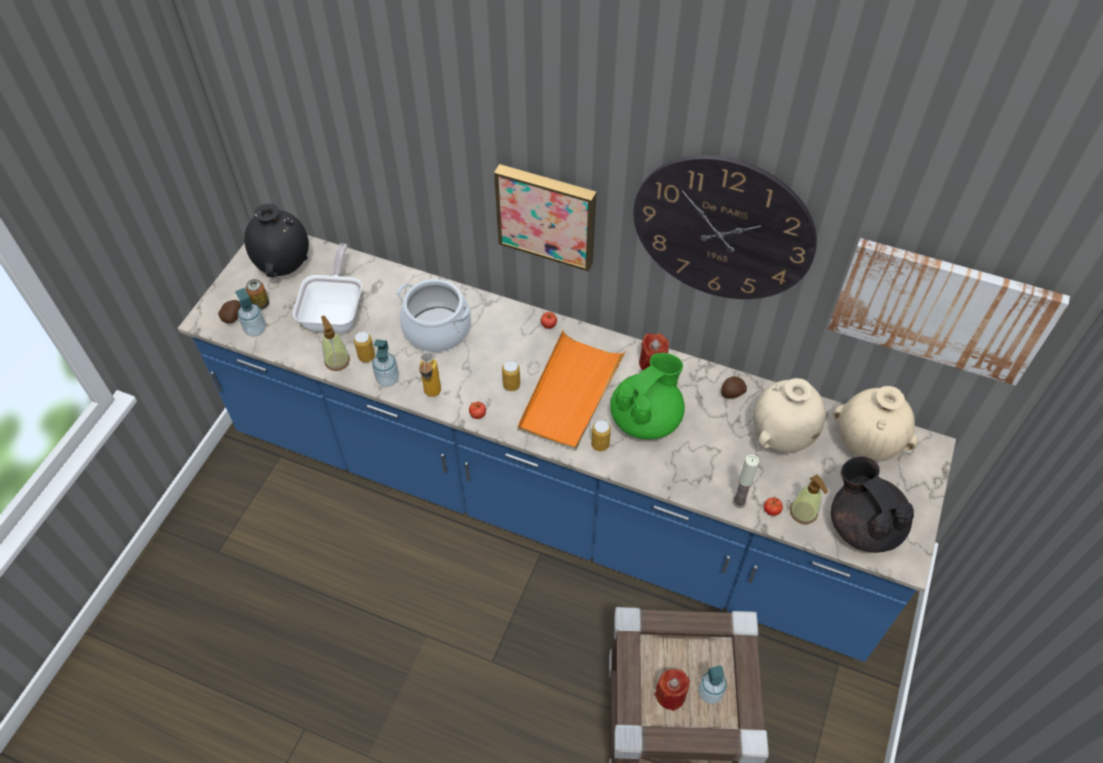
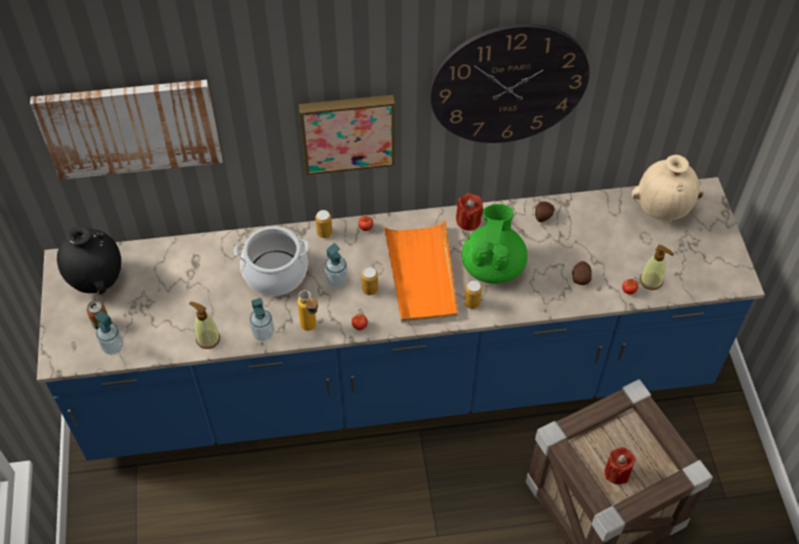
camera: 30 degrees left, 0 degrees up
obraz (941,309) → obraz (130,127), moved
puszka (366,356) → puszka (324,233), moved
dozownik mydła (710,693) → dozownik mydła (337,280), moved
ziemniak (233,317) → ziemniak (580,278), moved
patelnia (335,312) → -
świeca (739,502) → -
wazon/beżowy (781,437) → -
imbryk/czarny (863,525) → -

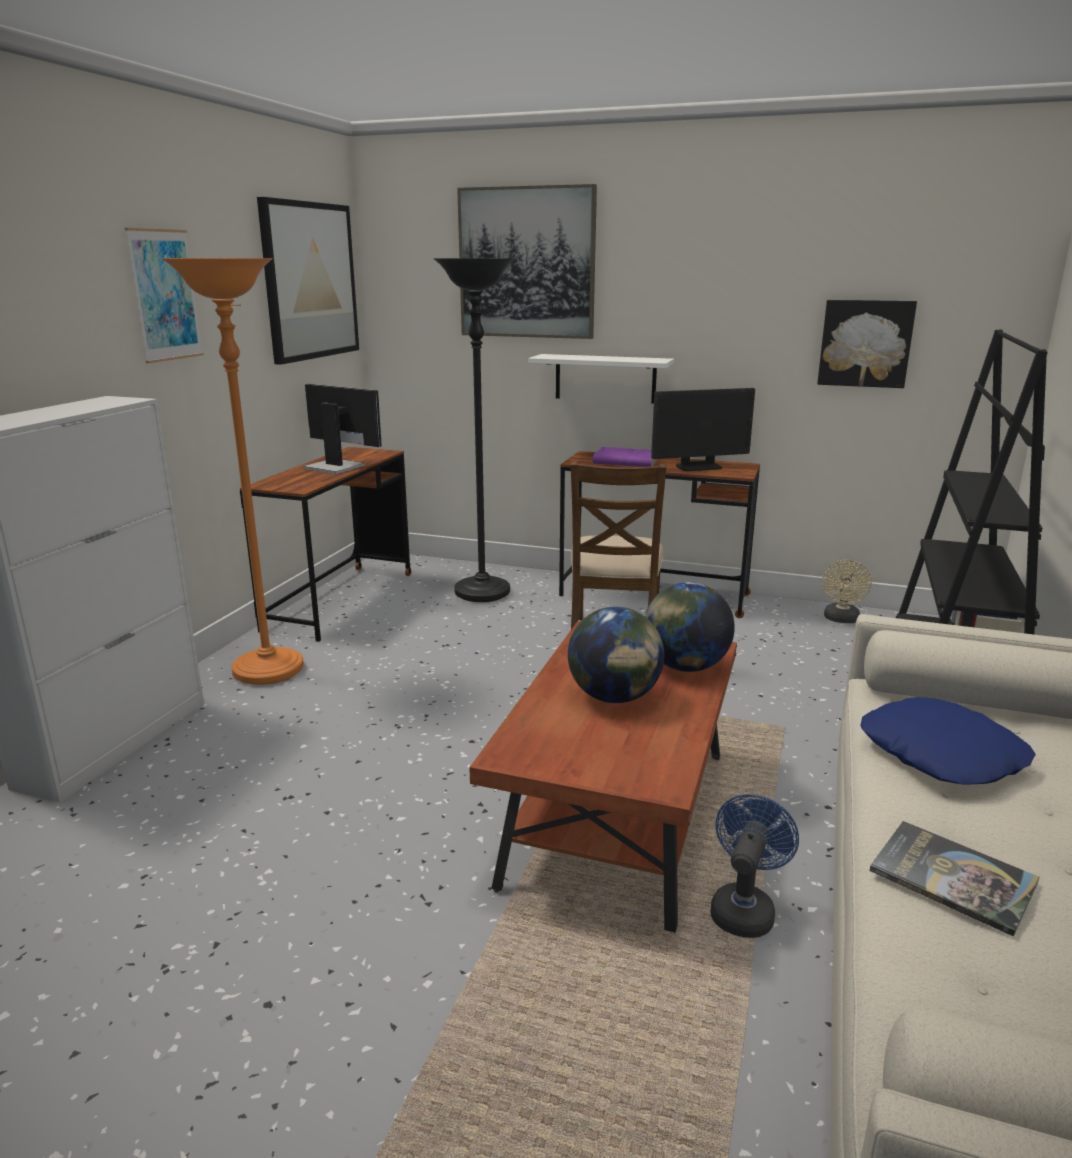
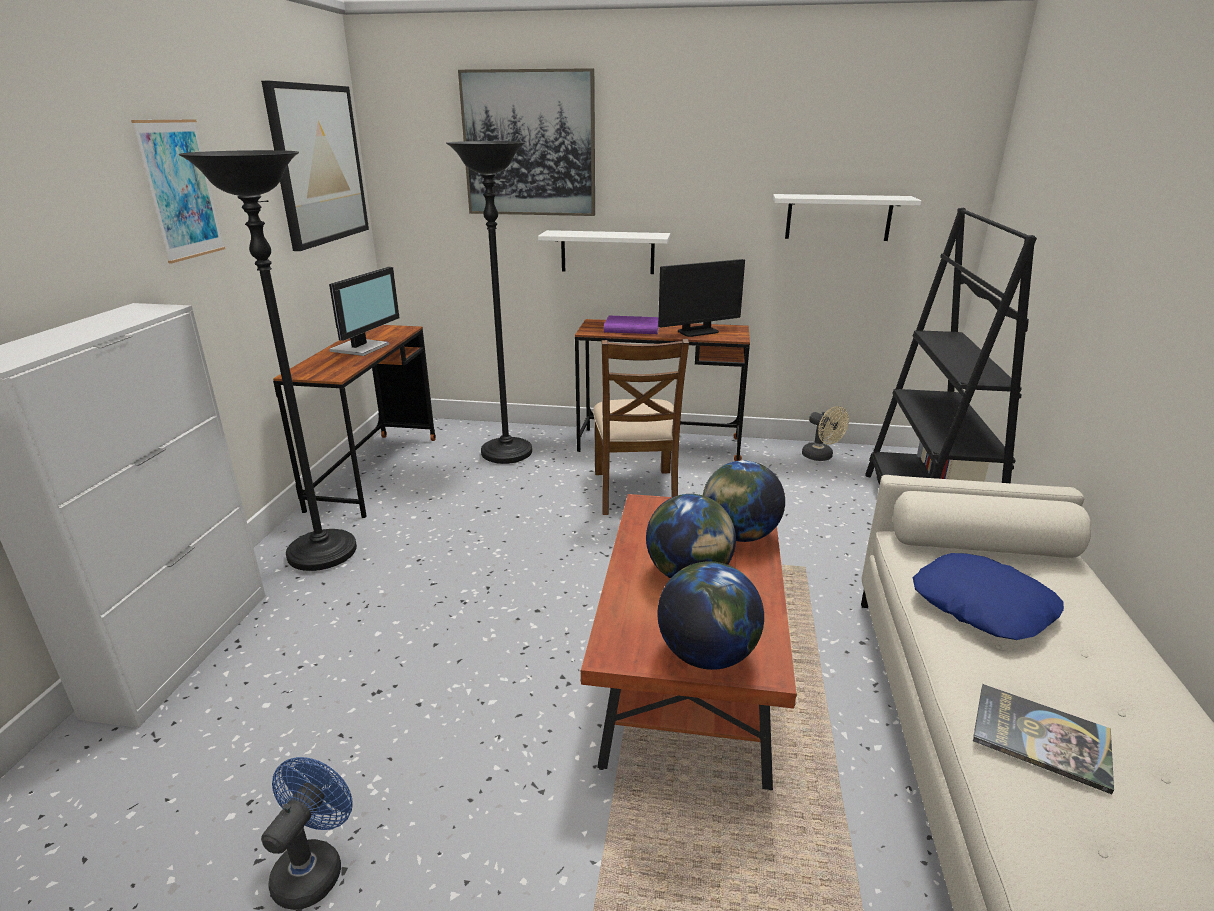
camera: 10 degrees left, 5 degrees up
lampa stojąca/pomarańczowy (268,670) → lampa stojąca/czarny (322,553)
wentylator/niebieski (744,908) → wentylator/niebieski (314,867), moved
monitor (335,466) → monitor (362,348), 90 degrees clockwise
- → globus (707,655)
obraz (865,343) → półka/biały (838,217)
wentylator/beżowy (841,620) → wentylator/beżowy (821,457), 45 degrees counterclockwise

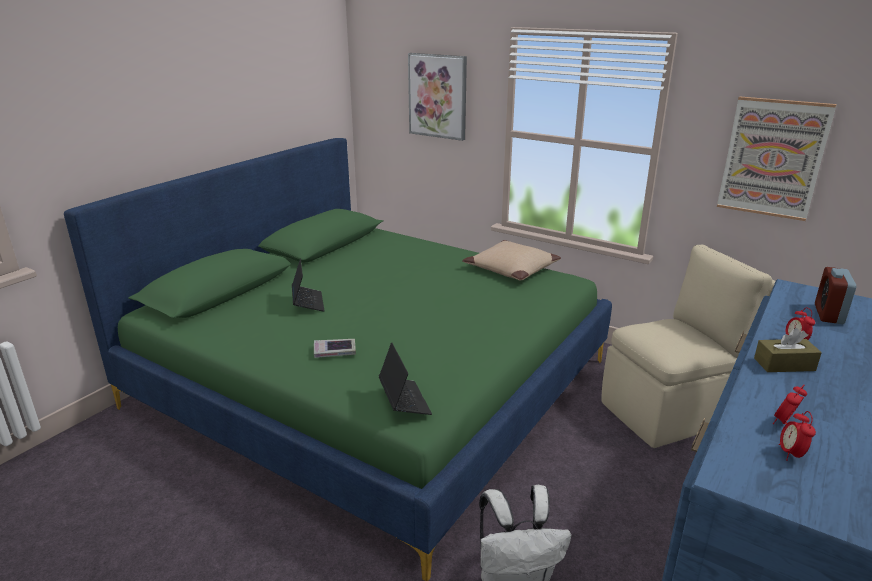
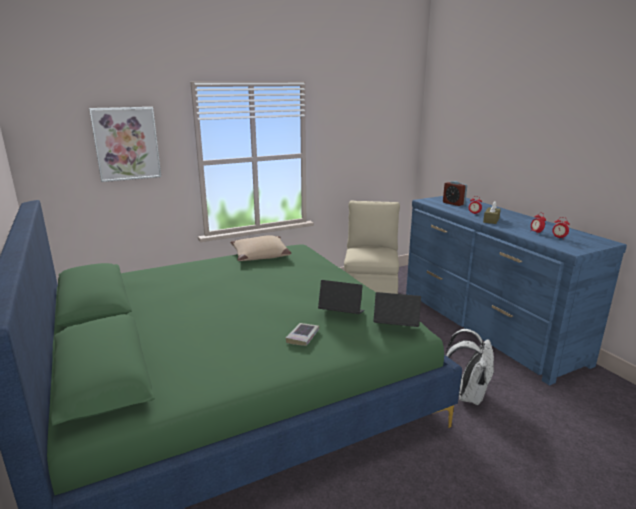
camera: 60 degrees left, 5 degrees down
laptop (308,302) → laptop (341,313), moved
obraz (772,158) → -

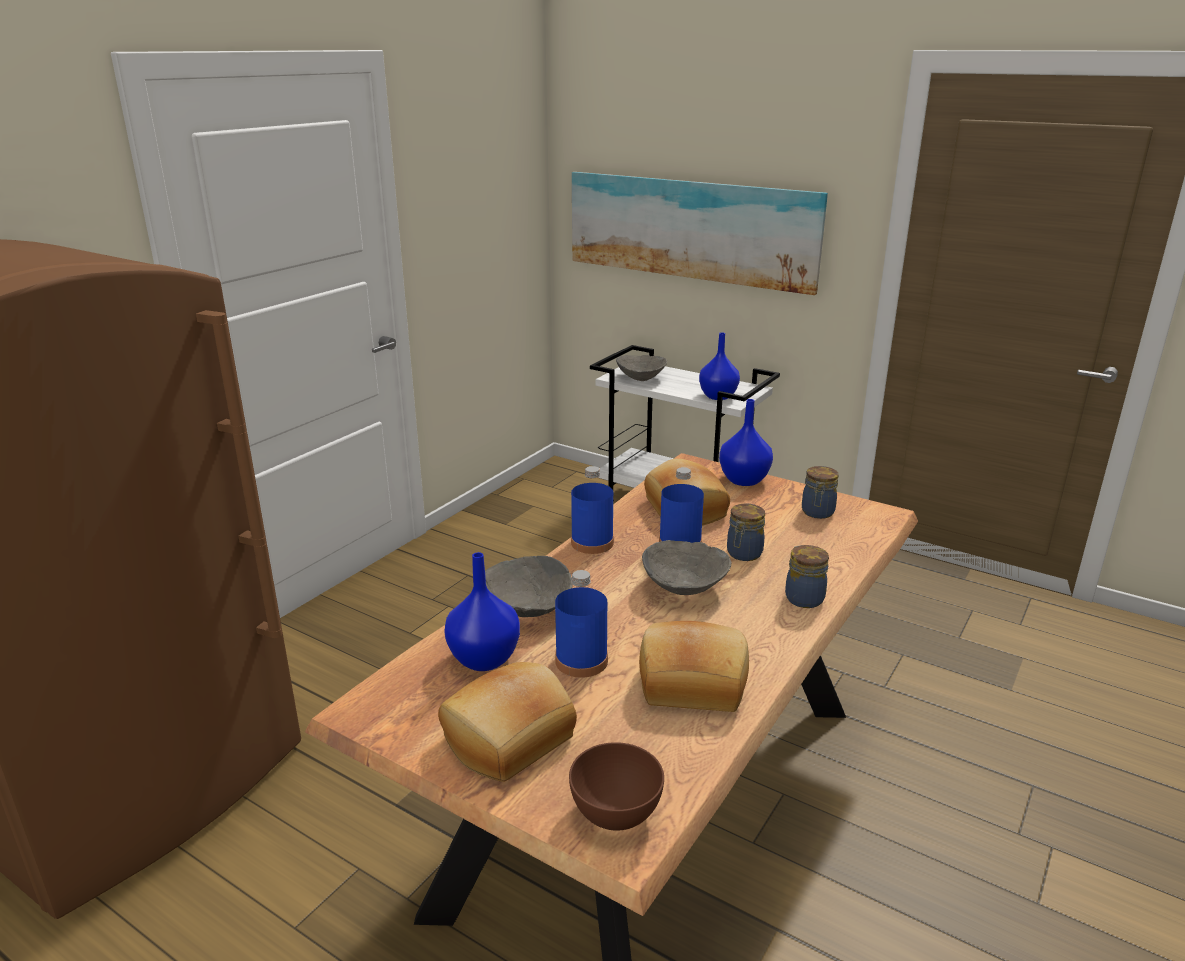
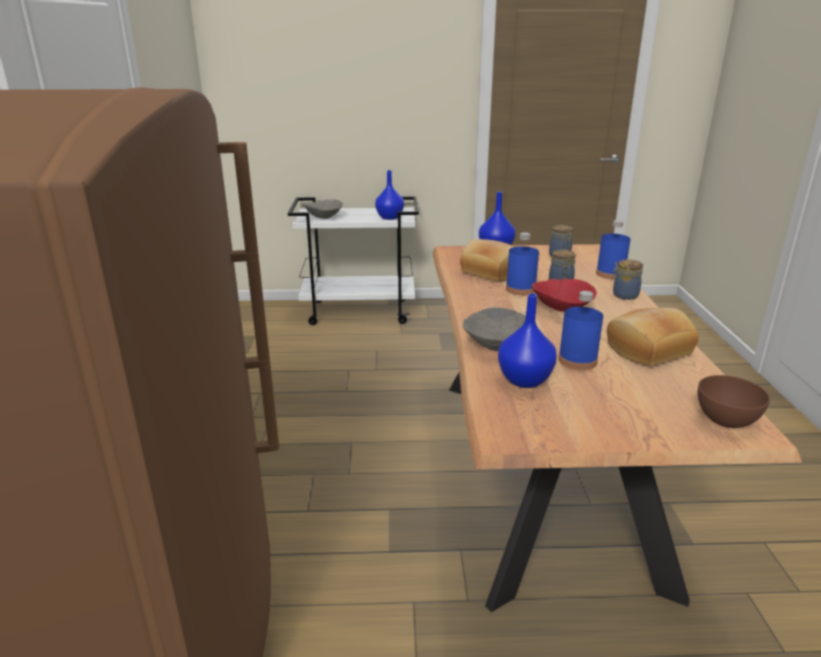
camera: 35 degrees left, 0 degrees up
miska/szary (683,587) → miska/czerwony (560,308)
butelka/niebieski (592,543) → butelka/niebieski (610,274), moved
chleb (510,740) → -
obraz (690,229) → -

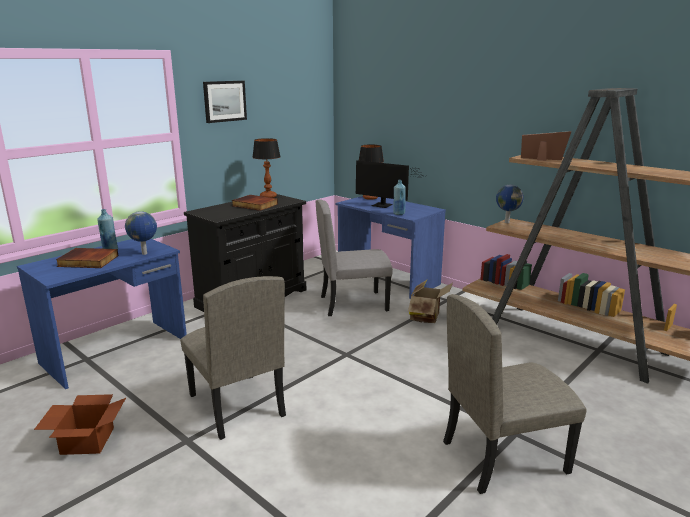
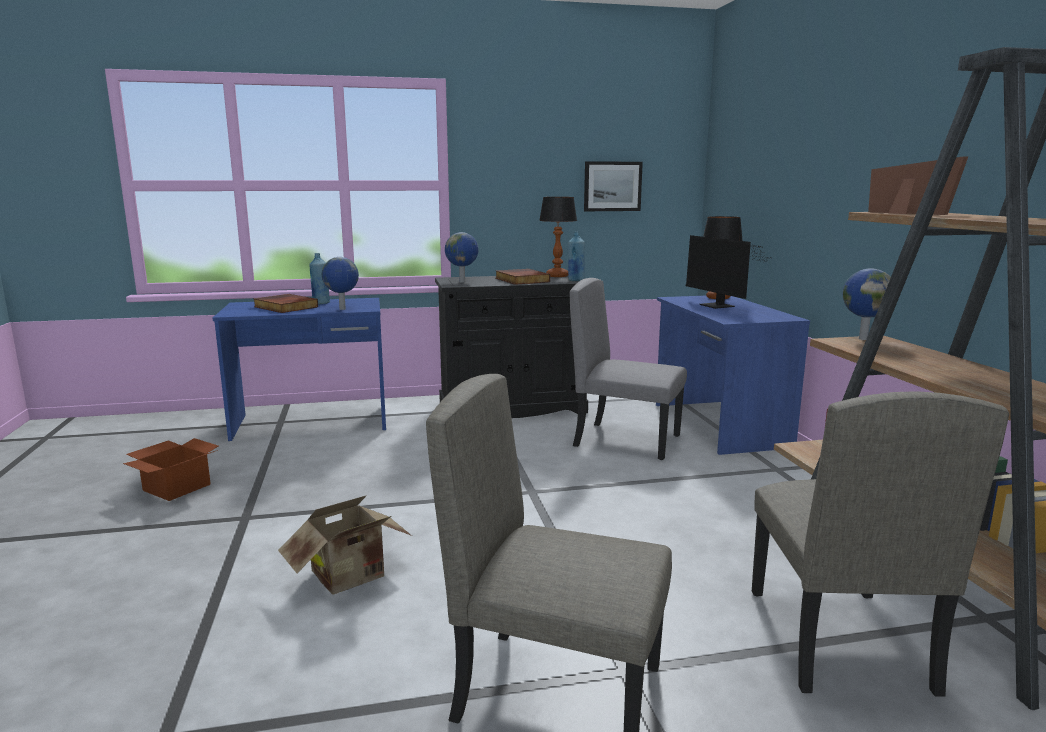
camera: 35 degrees right, 5 degrees down
karton (427,317) → karton (352,577), moved
- → globus (463,282)
butelka/niebieski (398,213) → butelka/niebieski (576,280), moved
obraz (224,101) → obraz (612,186), moved
krzesło/beżowy (236,405) → krzesło/beżowy (836,638), moved

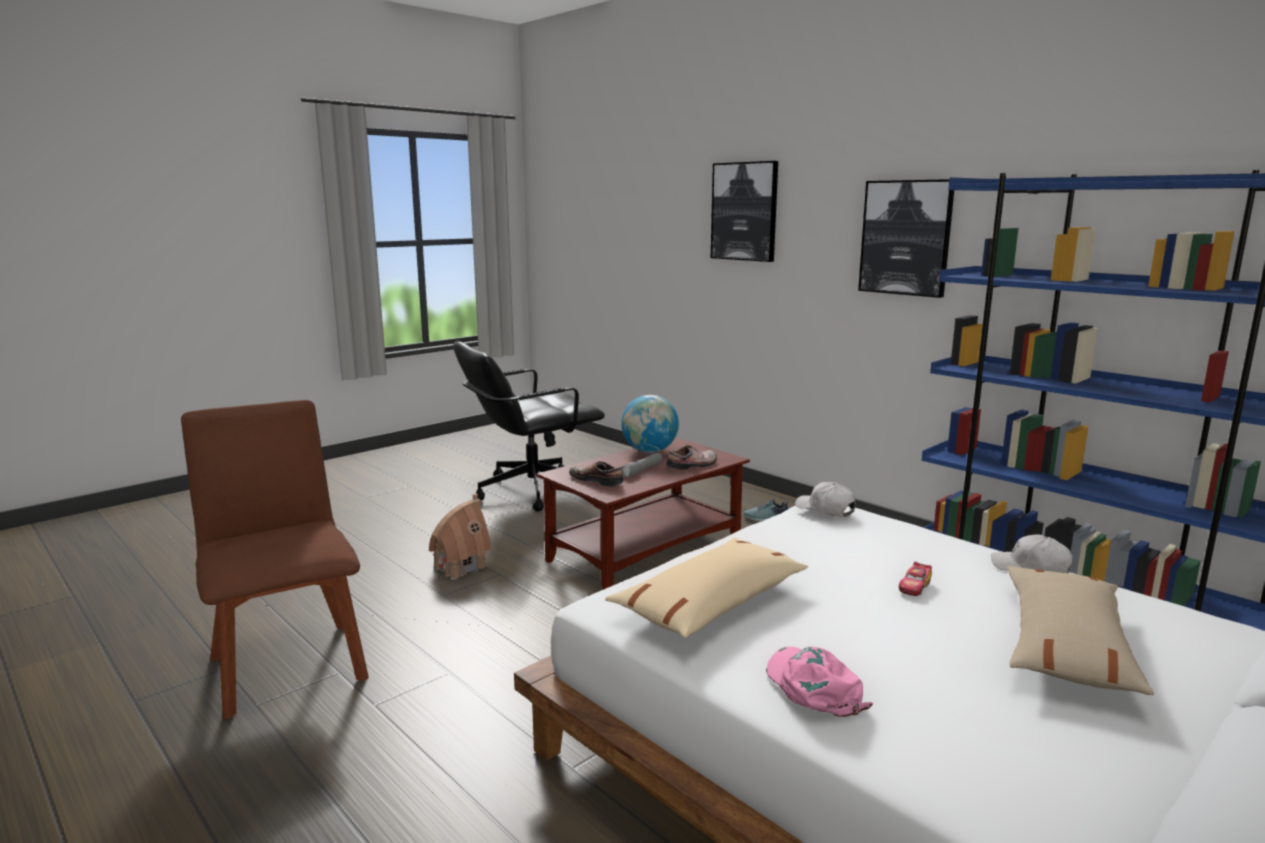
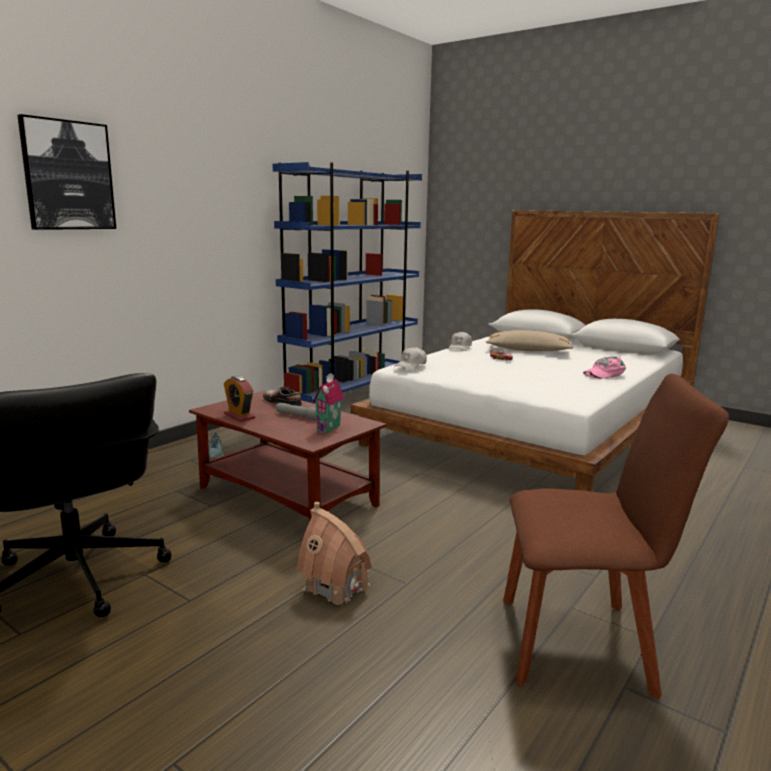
camera: 100 degrees left, 0 degrees up
globus (650,451) → budzik (239,416)
but (597,480) → domek (330,428)
krzesło/brązowy (288,663) → krzesło/brązowy (583,643), 135 degrees counterclockwise
poduszka/beżowy (711,603) → -
obraz (906,237) → -

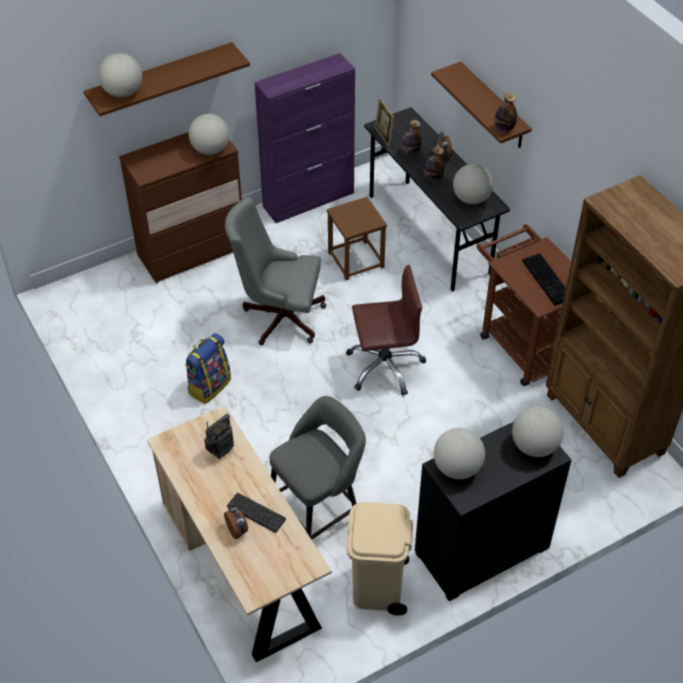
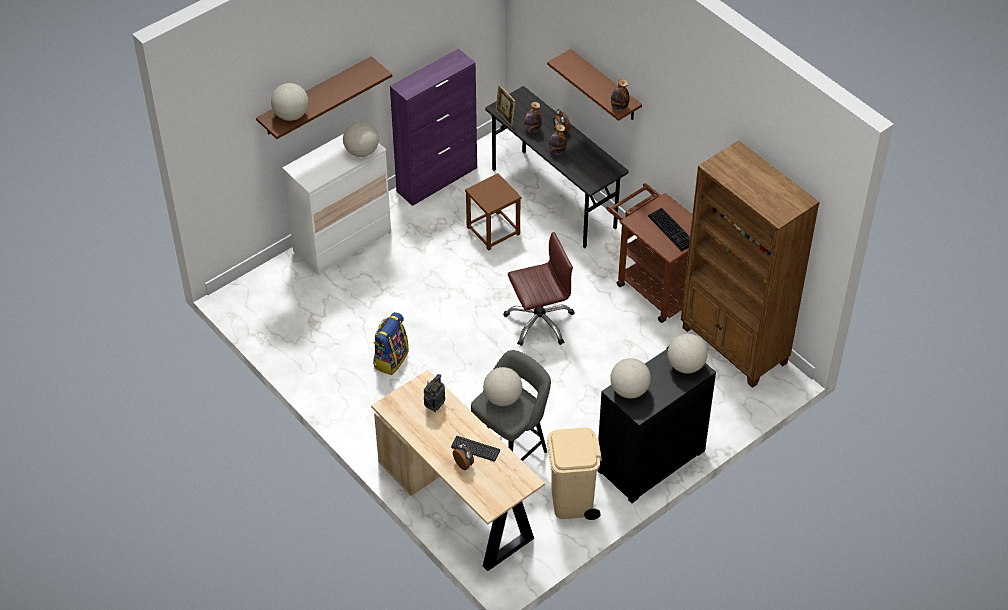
camera: 10 degrees left, 0 degrees up
komoda/brązowy (191,252) → komoda/biały (342,242)
globus (471,199) → globus (502,398), moved
krzesło biurowe/szary (279,316) → -

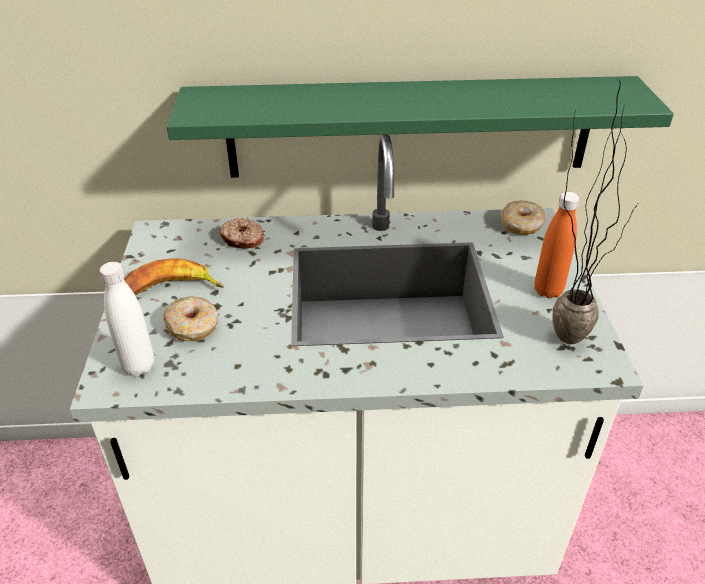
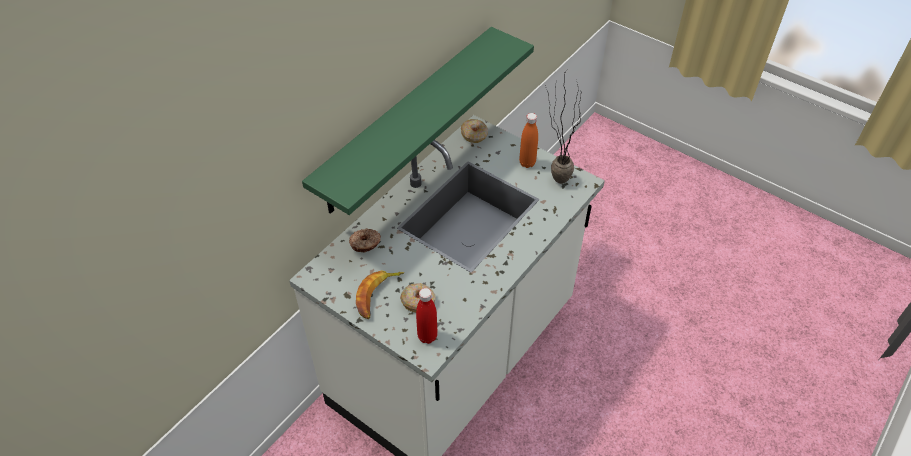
camera: 50 degrees left, 10 degrees up
butelka/biały (139,366) → butelka/czerwony (427,336)

